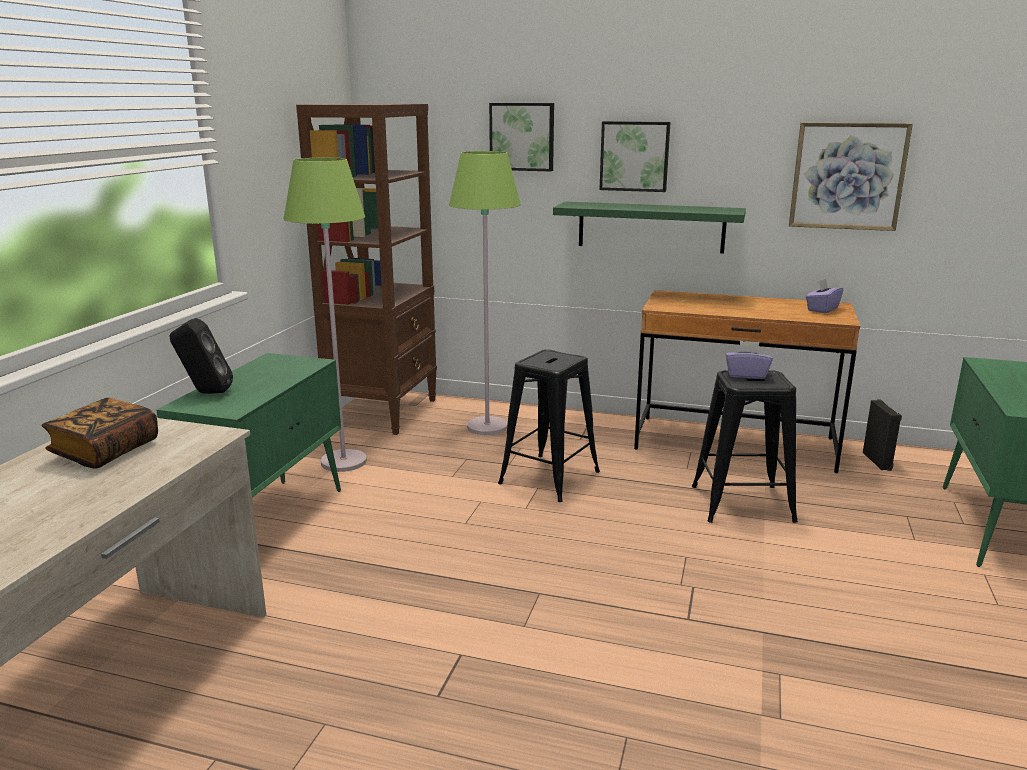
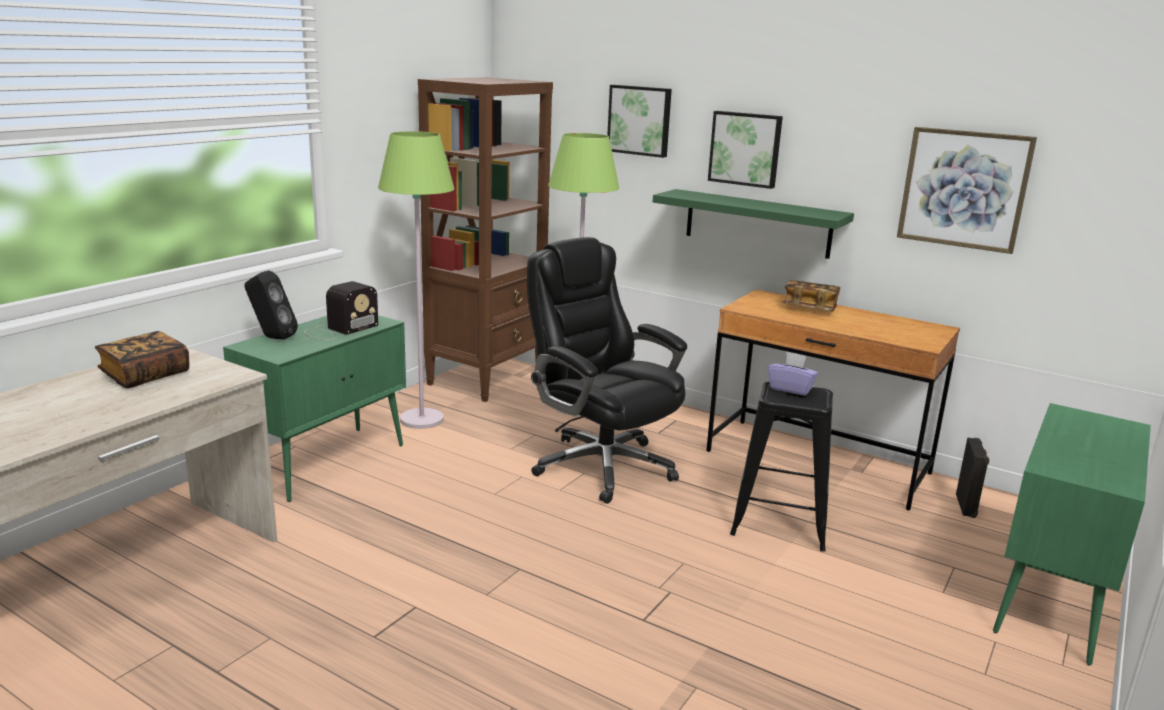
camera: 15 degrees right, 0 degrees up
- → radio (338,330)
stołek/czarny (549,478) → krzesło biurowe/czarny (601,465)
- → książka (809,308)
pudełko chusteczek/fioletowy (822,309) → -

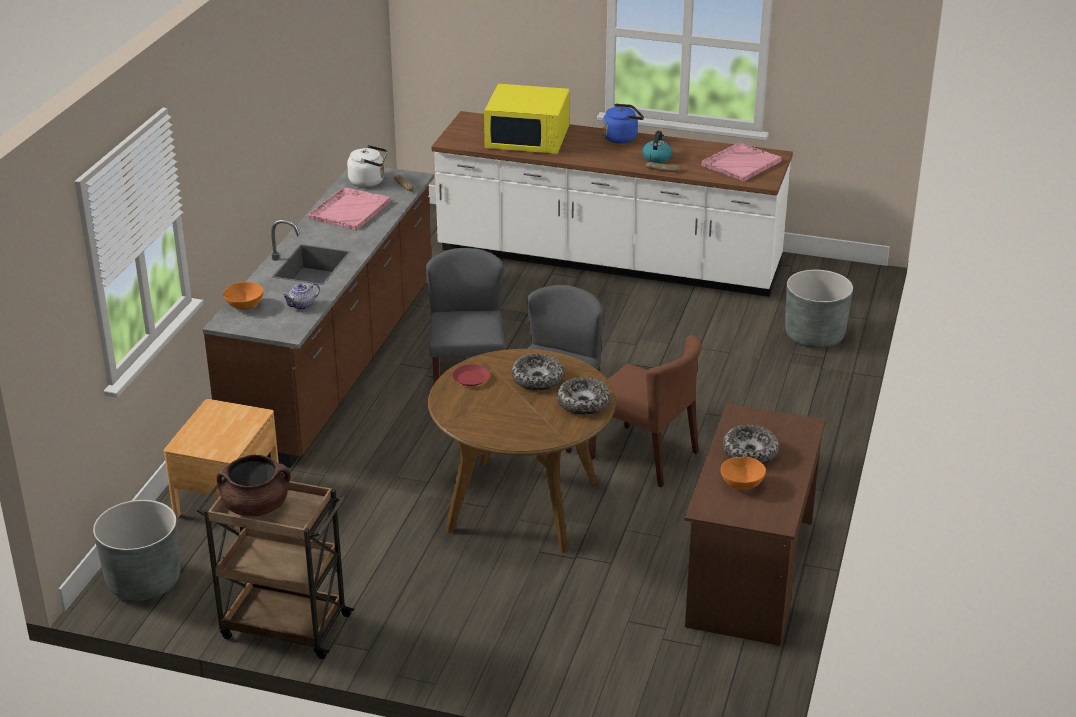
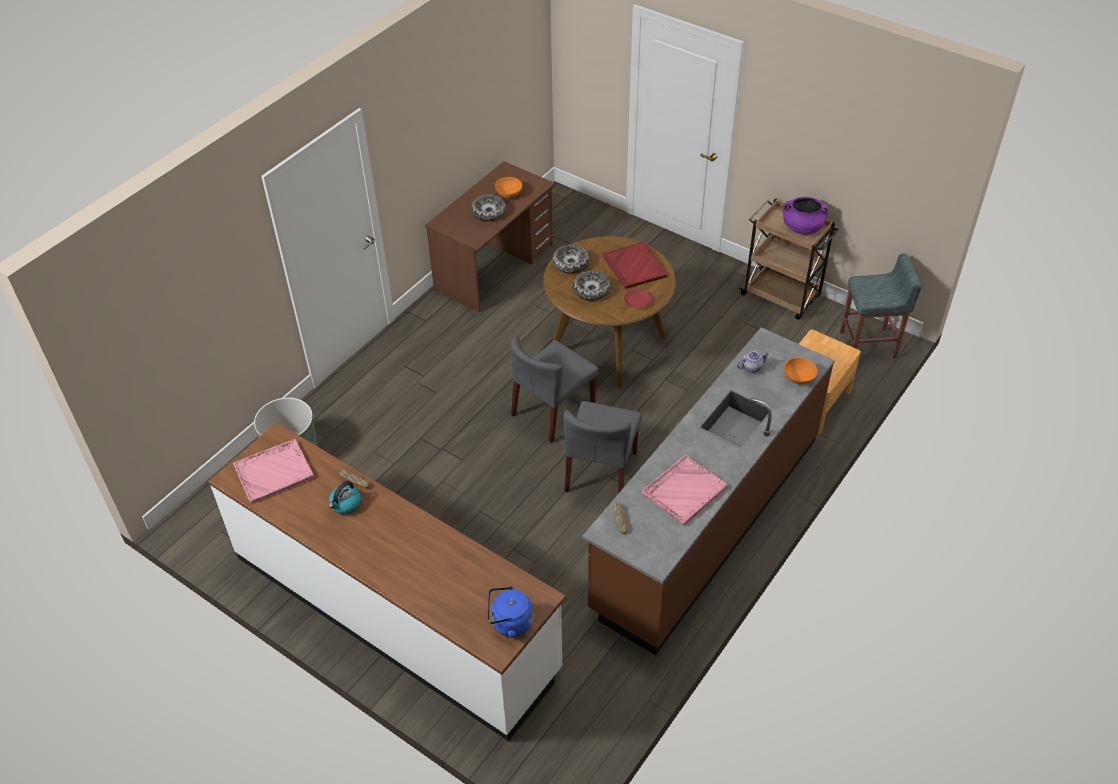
camera: 160 degrees left, 15 degrees up
czajnik/niebieski (622,138) → czajnik/niebieski (509,623), moved
- → taca/czerwony (634,267)
garnek/brązowy (256,507) → garnek/fioletowy (802,228)
donica/szary (144,581) → stołek/szary (868,345)
czajnik/biały (369,181) → -
mikrofalówka/żółty (528,138) → -
krzesło/brązowy (644,455) → -

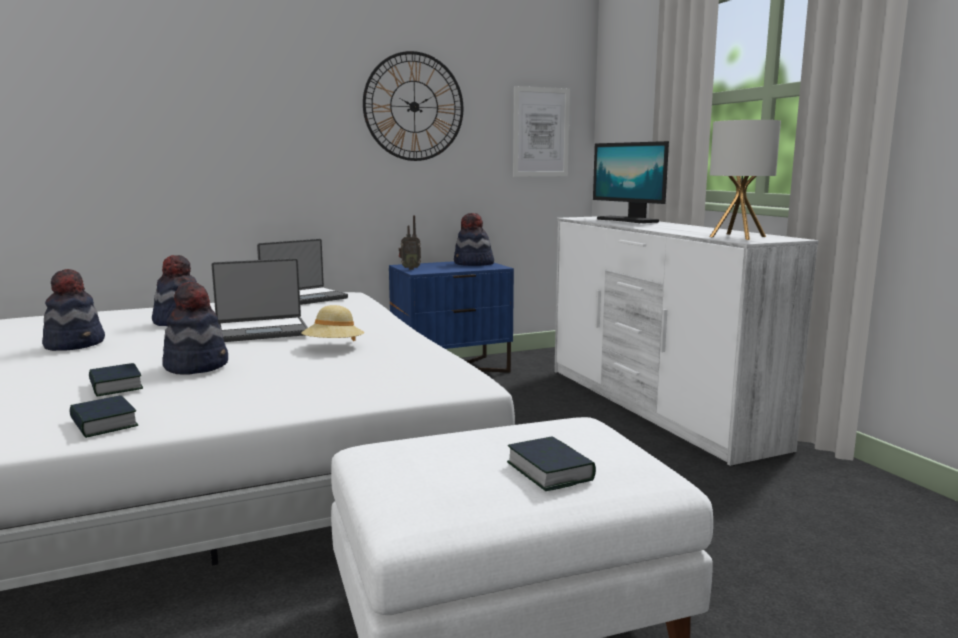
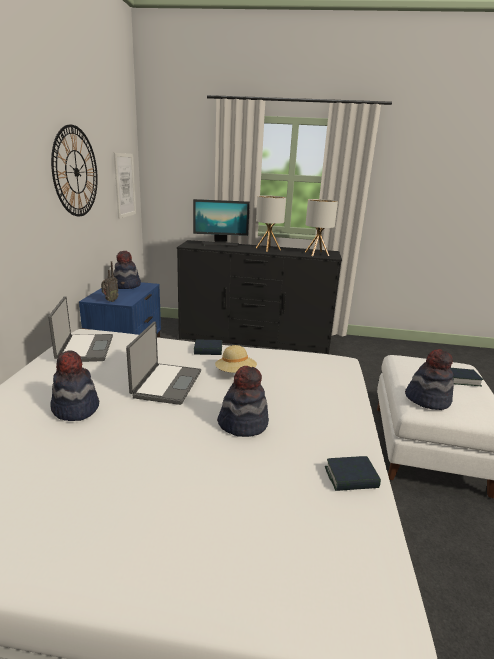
camera: 60 degrees left, 10 degrees up
komoda/biały (655,406) → komoda/czarny (254,339)
książka (115,386) → książka (208,350), moved
- → lampa stołowa (268,249)
kapelusz (75,344) → kapelusz (427,399), moved

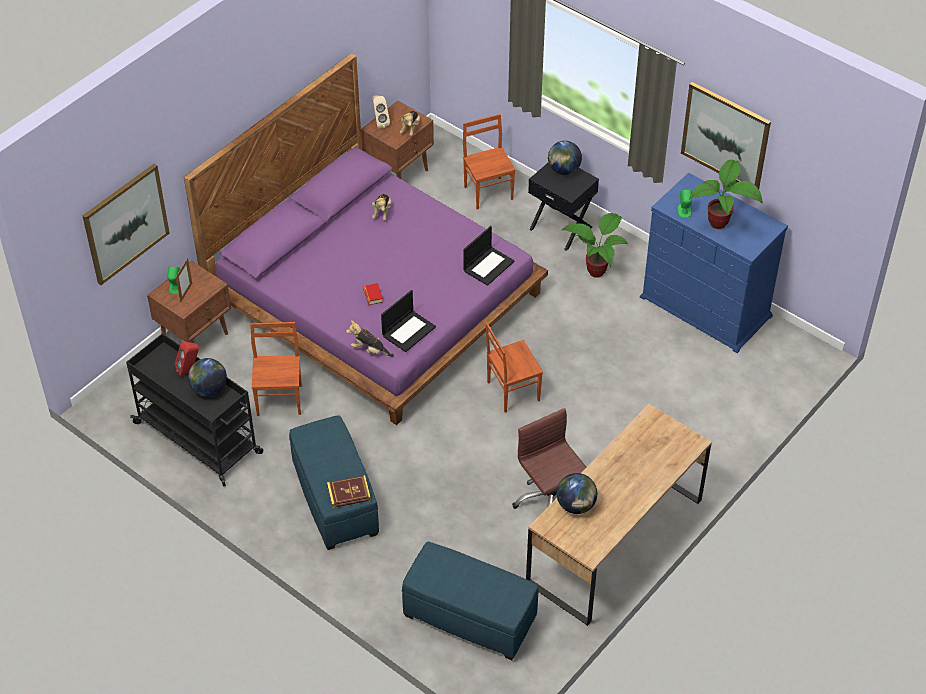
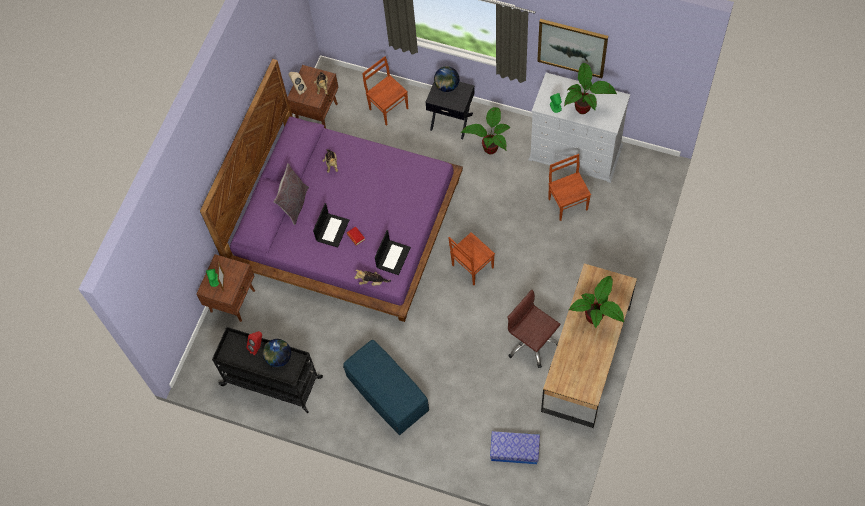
camera: 15 degrees left, 15 degrees up
- → poduszka/szary (294,204)
laptop (488,265) → laptop (332,230), moved
pufa/niebieski (469,617) → pojemnik do przechowywania (514,450)
komoda/niebieski (706,307) → komoda/biały (576,152)
krzesło/brązowy (280,399) → krzesło/brązowy (568,203), moved
- → roślina doniczkowa (596,319)
obraz (125,223) → -
książka (349,493) → -
globus (576,505) → -

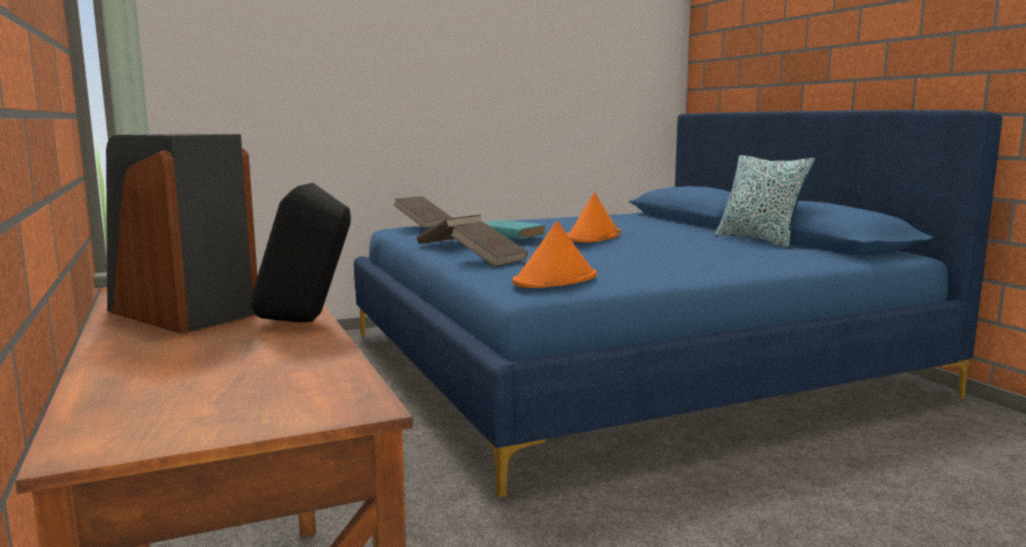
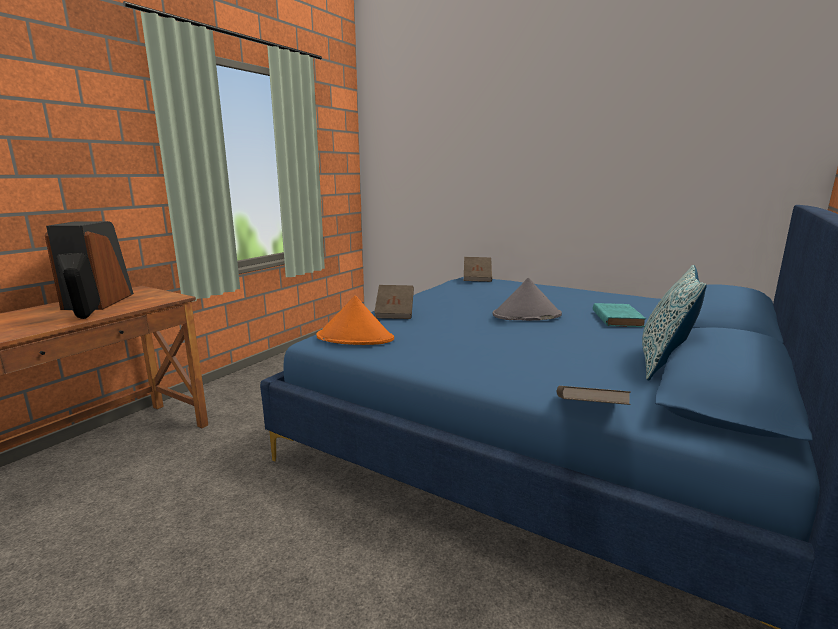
camera: 55 degrees right, 5 degrees up
kapelusz/pomarańczowy (593,237) → kapelusz/szary (526,315)
książka/brązowy (449,244) → książka/brązowy (588,413), moved
książka/turkusowy (509,234) → książka/turkusowy (617,318), moved

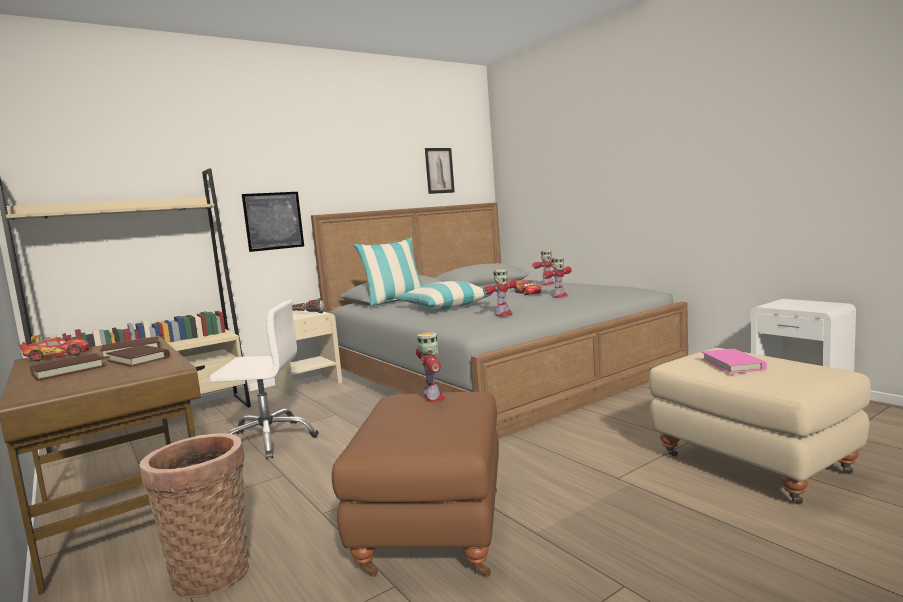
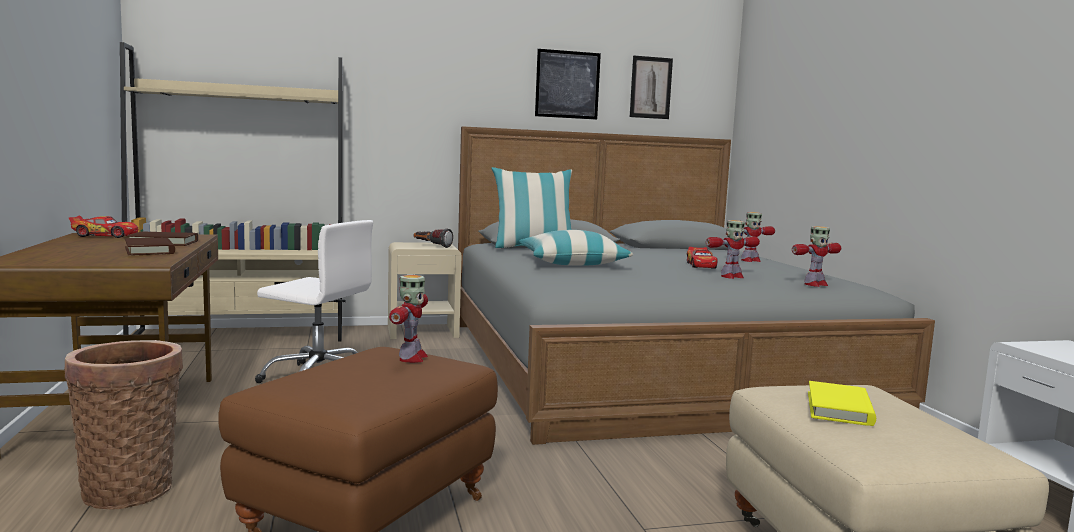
camera: 20 degrees right, 0 degrees up
obraz (273,221) → obraz (567,84), moved
robot zabawkowy (503,314) → robot zabawkowy (815,284), moved
książka/różowy (732,364) → książka/żółty (839,408)
książka/brązowy (68,370) → -

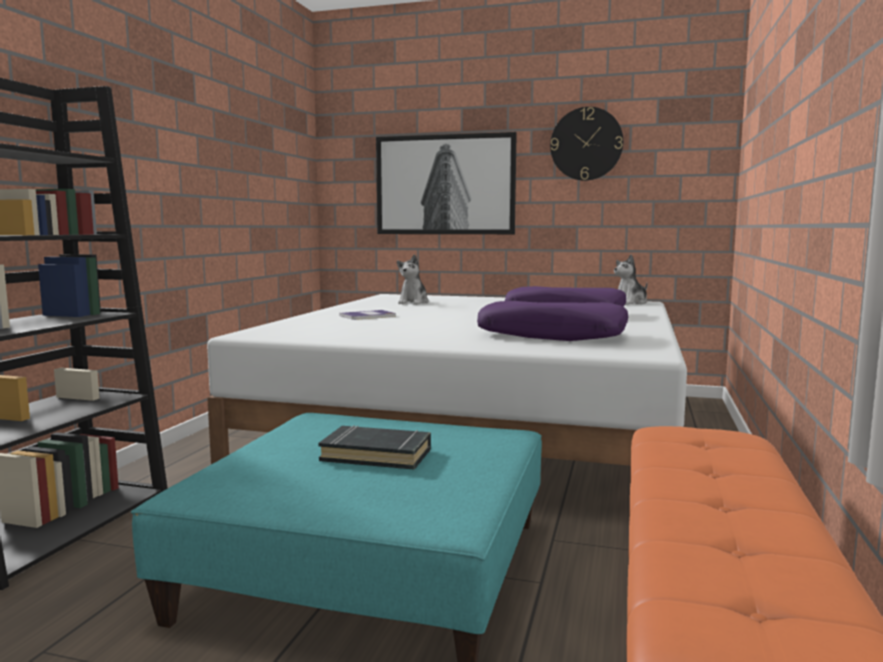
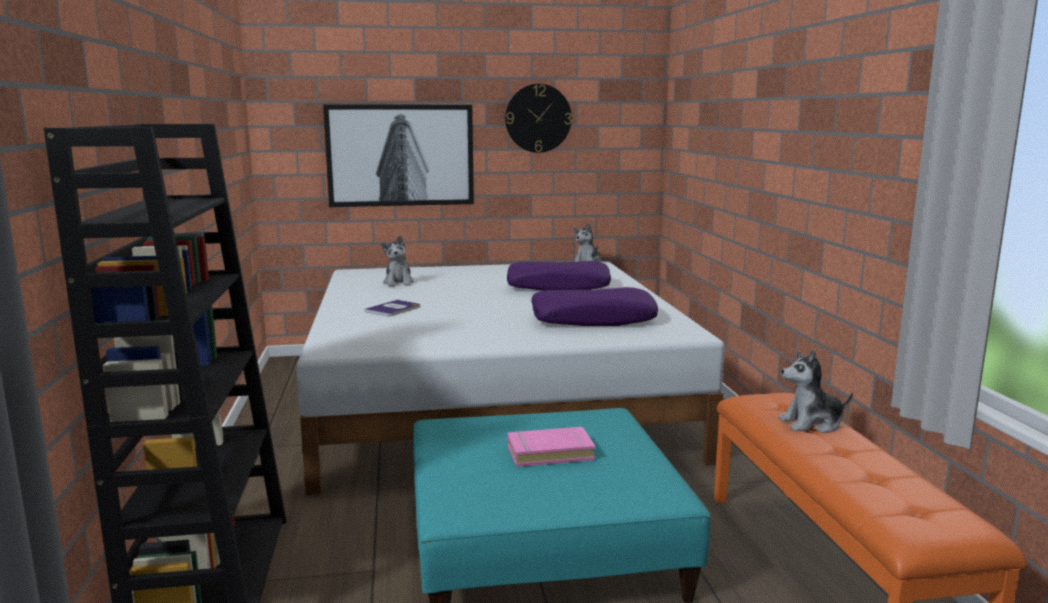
camera: 25 degrees left, 5 degrees up
książka/czarny (376,455) → książka/różowy (550,452)
- → pluszak (812,424)

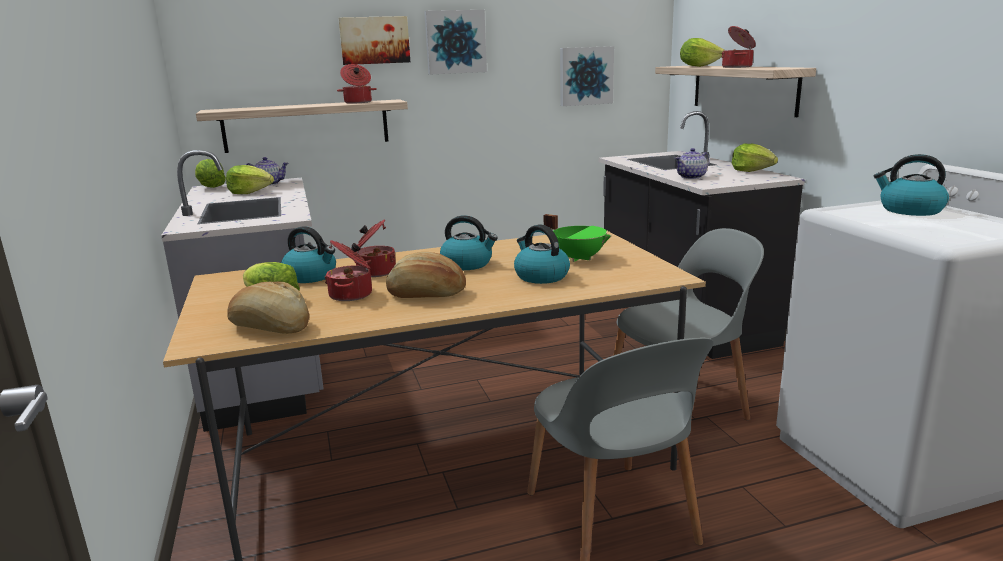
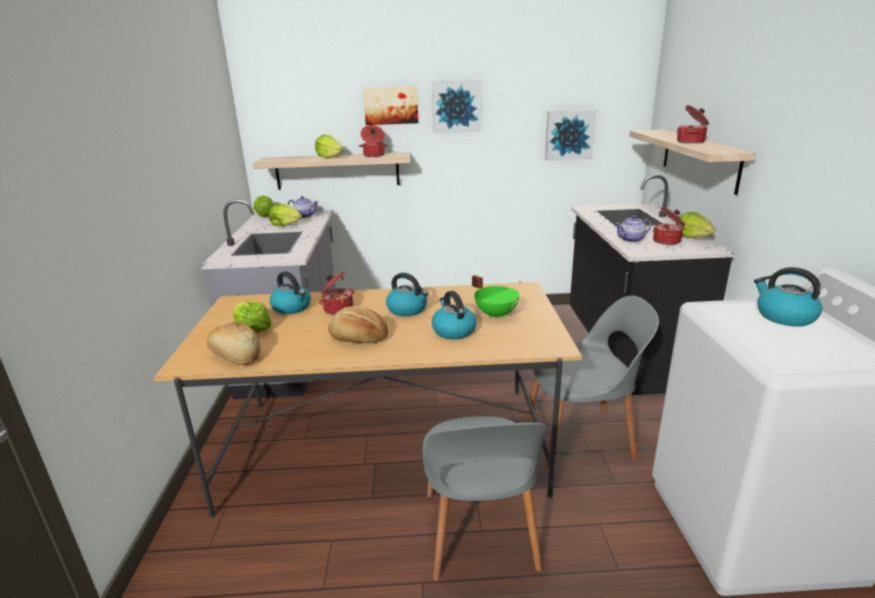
camera: 15 degrees right, 5 degrees up
sałata (698,66) → sałata (329,157), moved
garnek (352,294) → garnek (667,241), moved

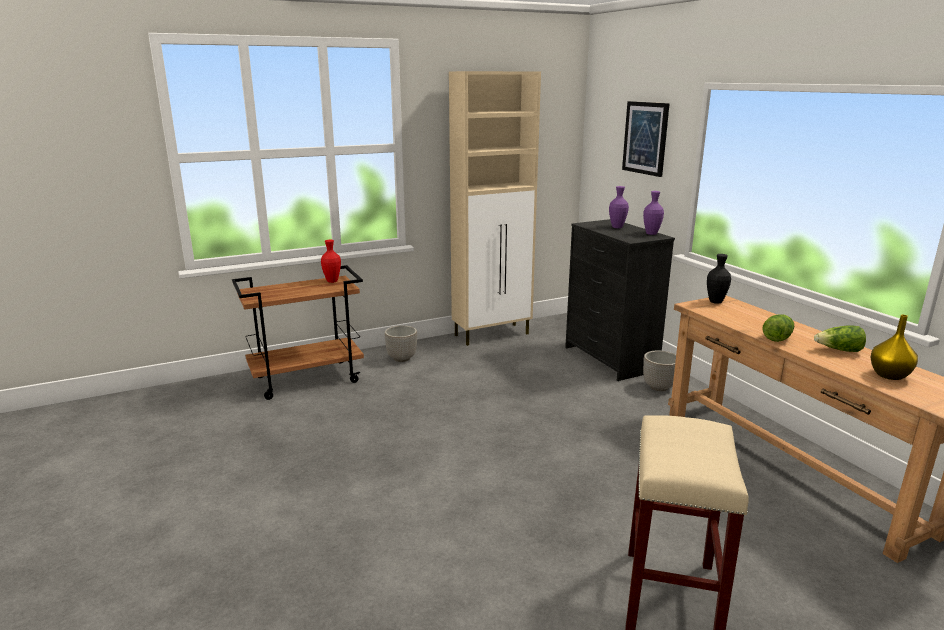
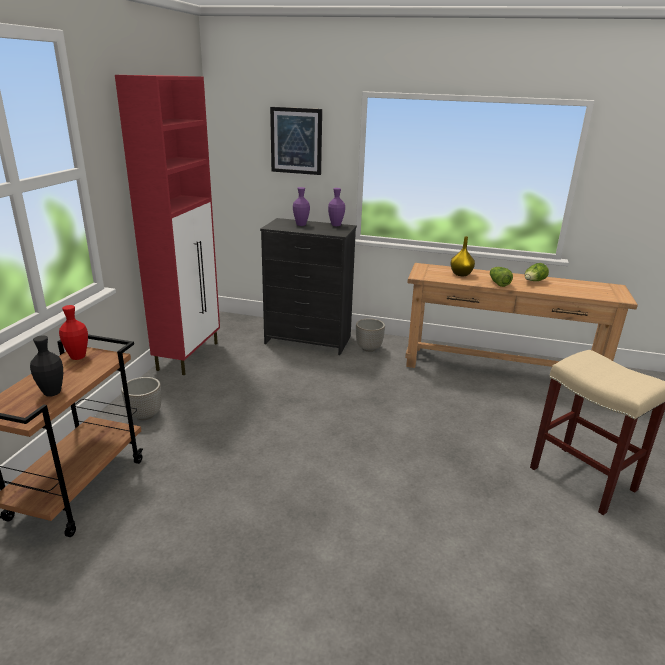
camera: 50 degrees left, 5 degrees up
wazon/czarny (715,302) → wazon/czarny (52,393), moved
szafka/beżowy (492,334) → szafka/czerwony (189,355)
wazon/żółty (889,375) → wazon/żółty (460,274), moved

